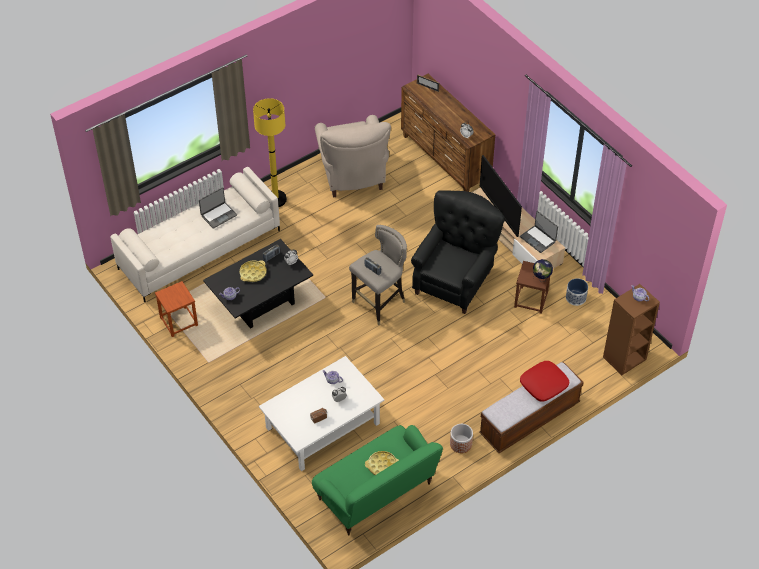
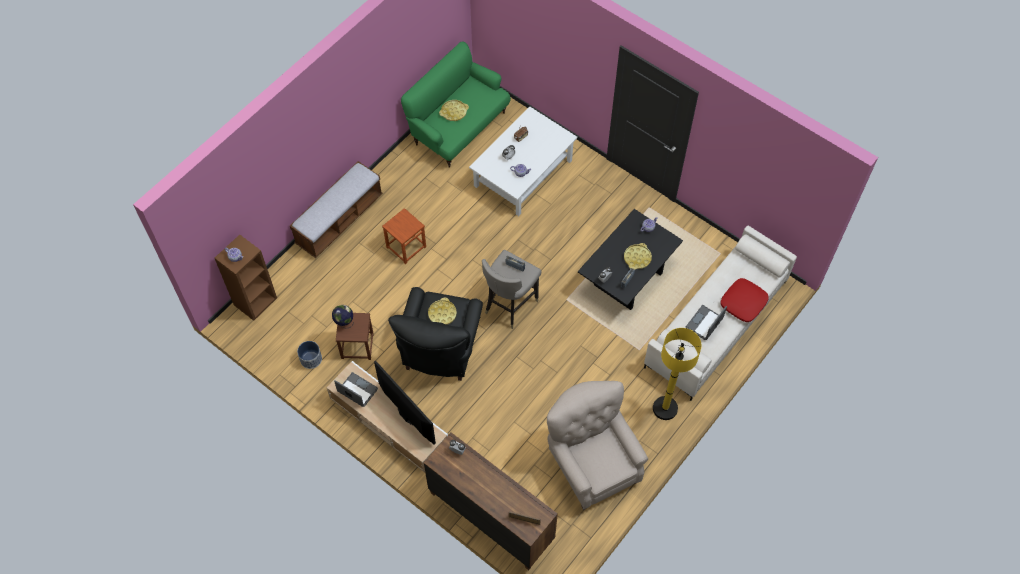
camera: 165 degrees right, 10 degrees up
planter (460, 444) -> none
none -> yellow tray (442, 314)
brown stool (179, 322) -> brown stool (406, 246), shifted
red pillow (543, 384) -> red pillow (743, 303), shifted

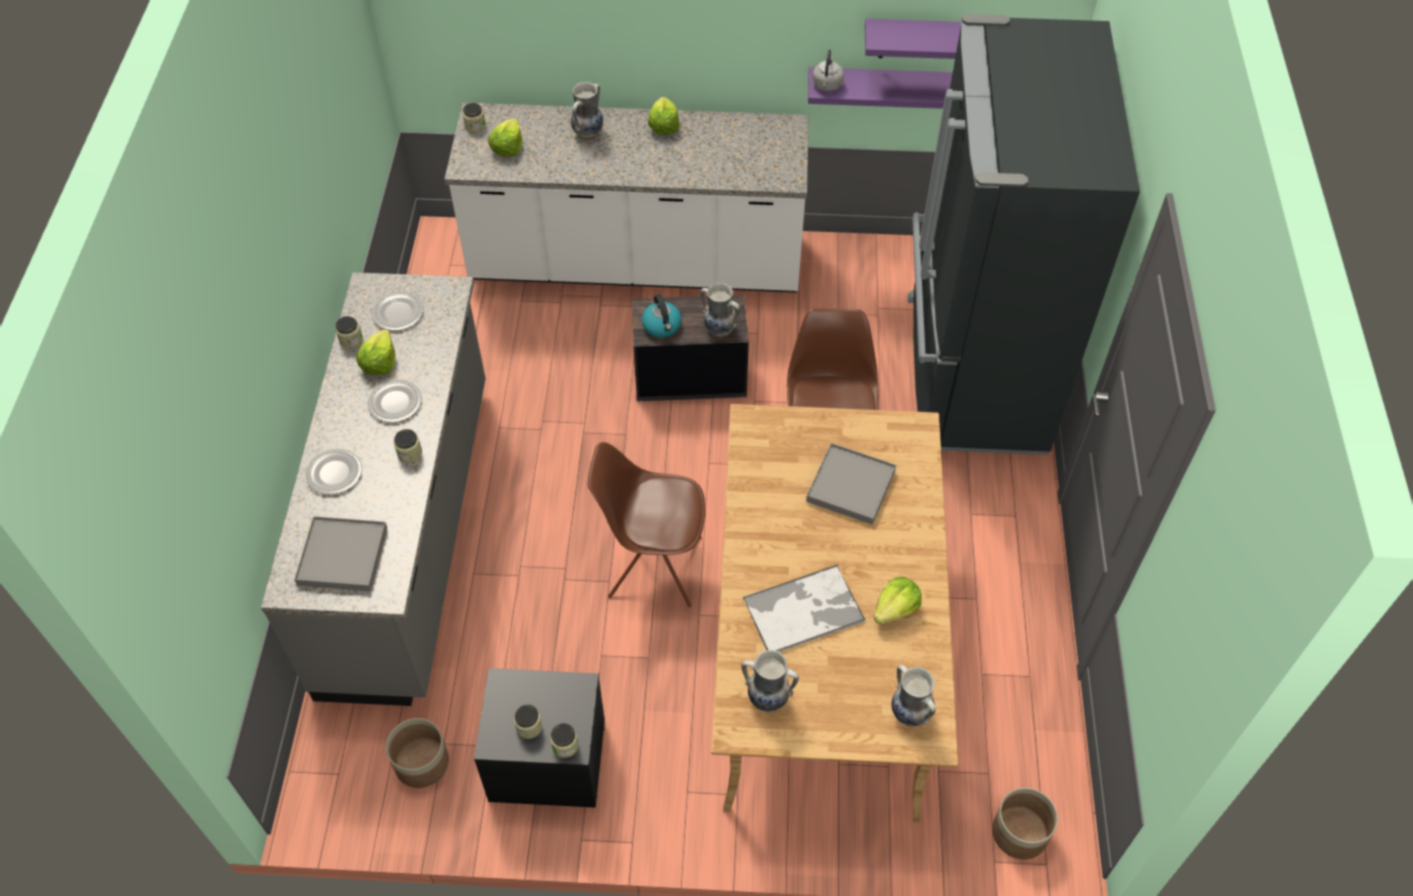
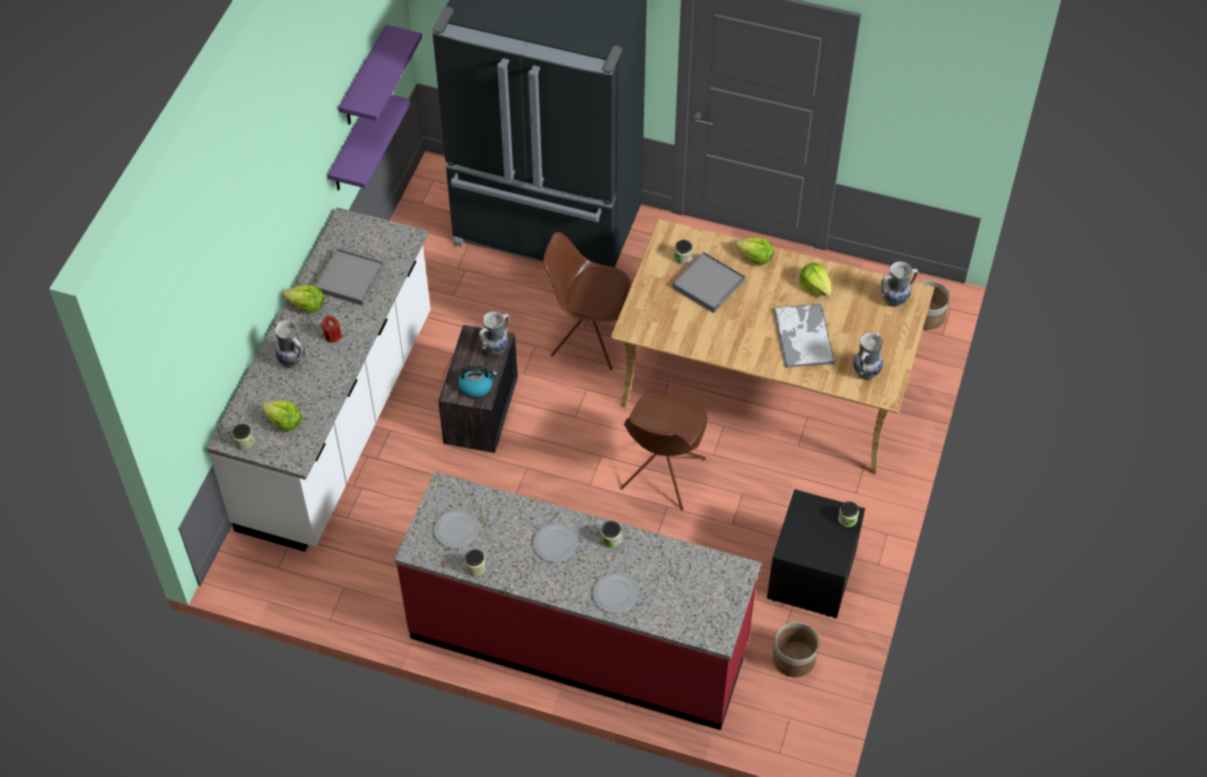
camera: 75 degrees left, 0 degrees up
grey kettle (827, 86) -> none
none -> red candle (332, 336)
grey tray (343, 556) -> grey tray (349, 279), shifted
lettuce (379, 362) -> lettuce (755, 257), shifted
jar (529, 727) -> jar (683, 258), shifted
grey counter (410, 534) -> red counter (579, 640)

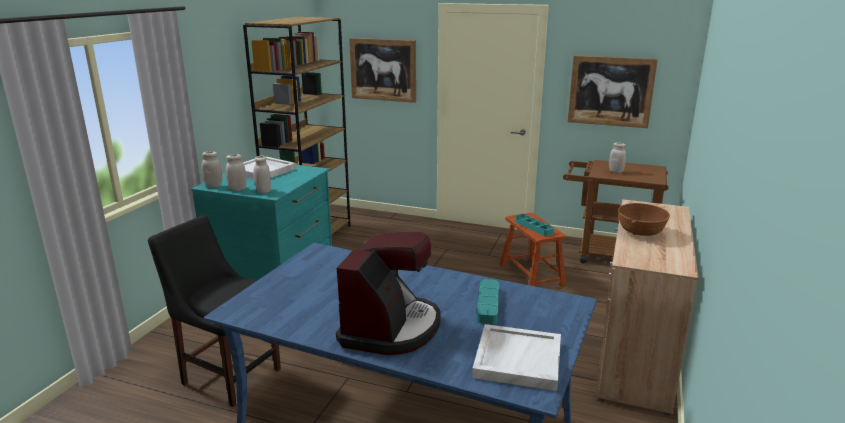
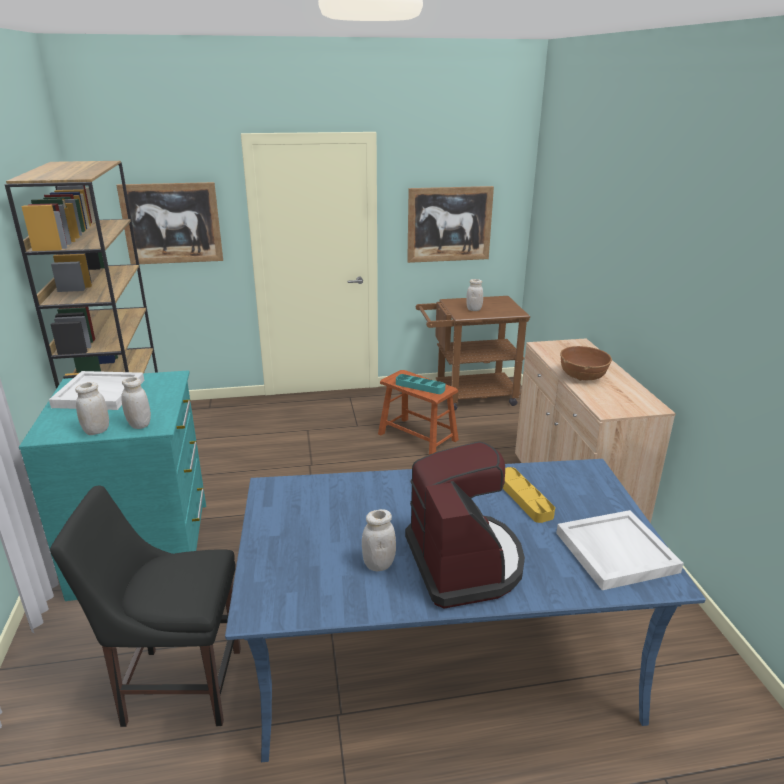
camera: 30 degrees left, 5 degrees up
white jar (213, 185) -> white jar (378, 564), shifted
turquoise tray (488, 304) -> yellow tray (523, 498)

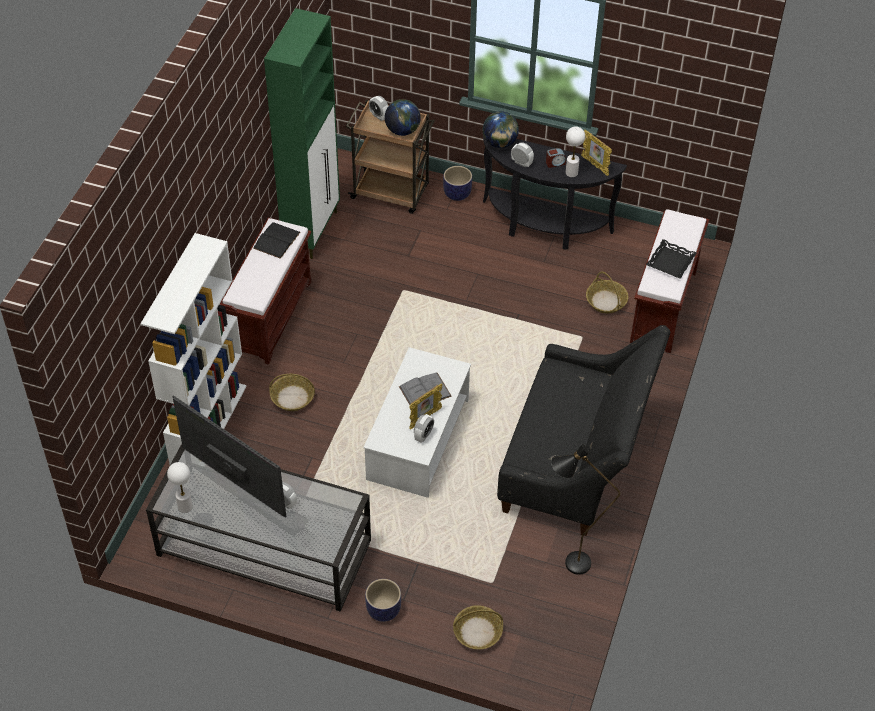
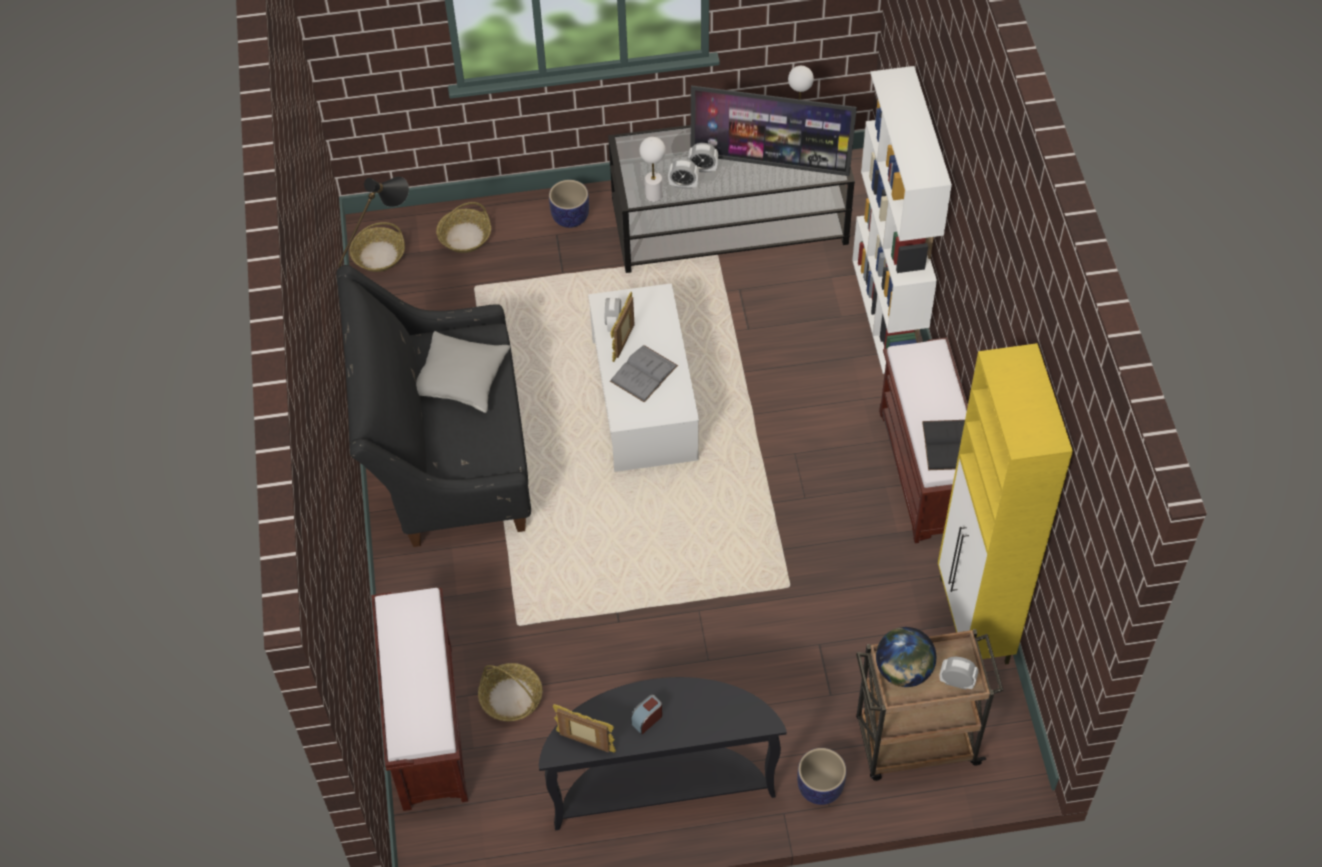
camera: 155 degrees right, 5 degrees up
globe (499, 143) -> none
black tray (670, 262) -> none
none -> grey pillow (461, 379)
basket (292, 398) -> basket (379, 255), shifted
alarm clock (521, 163) -> alarm clock (683, 185), shifted
white table lamp (571, 172) -> white table lamp (654, 195), shifted
green cabinet (312, 231) -> yellow cabinet (973, 622)

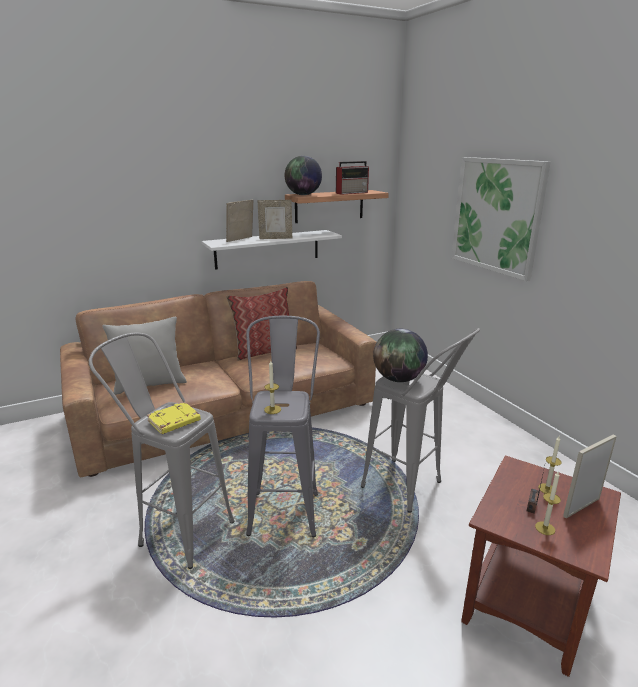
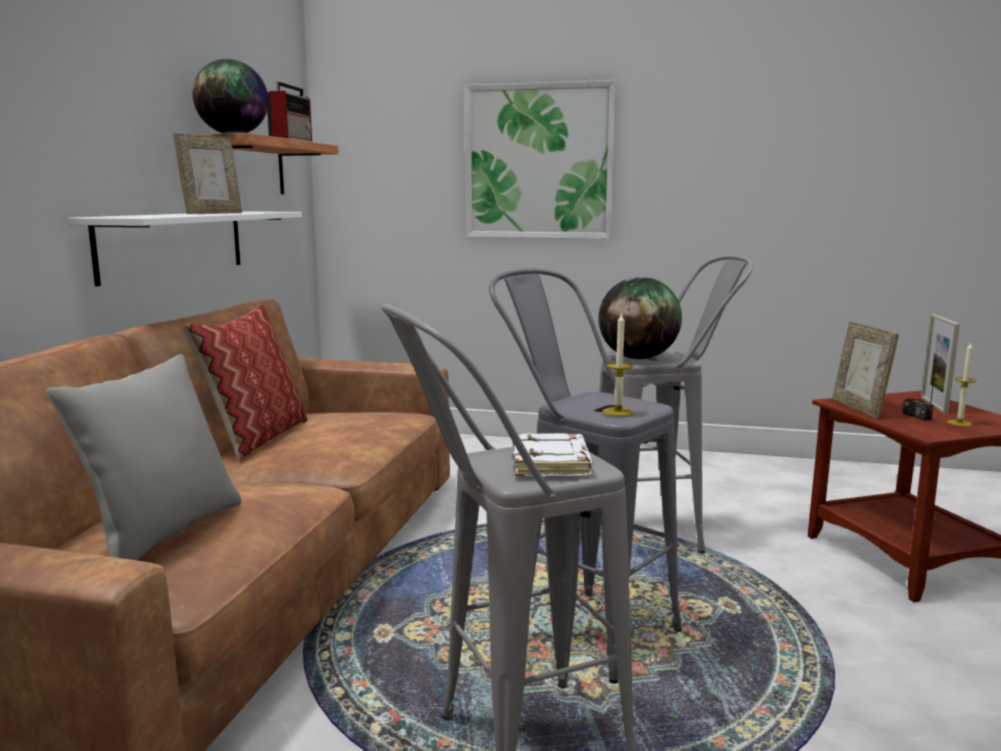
camera: 50 degrees left, 10 degrees down
candle (547, 489) -> none
picture frame (241, 239) -> picture frame (859, 408), shifted
yellow book (174, 422) -> white book (552, 463)

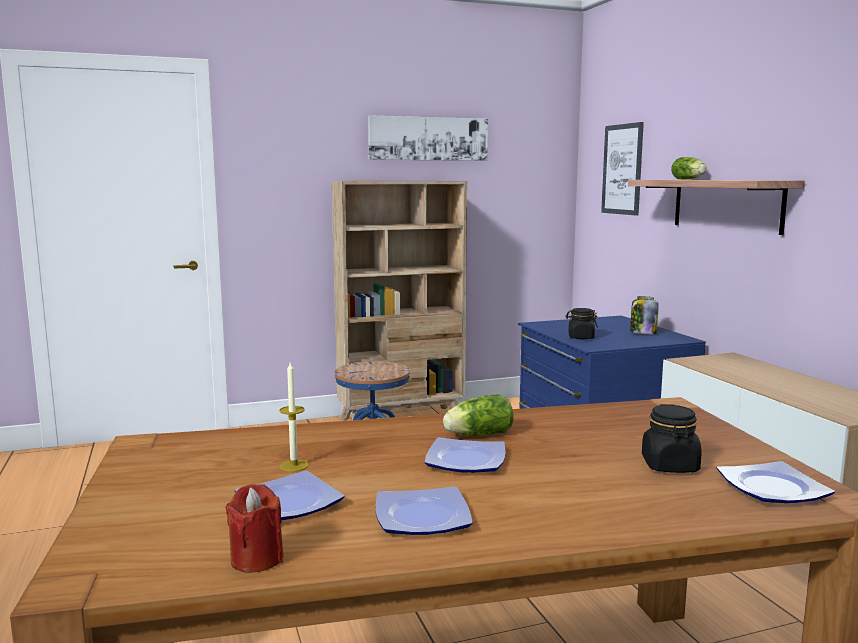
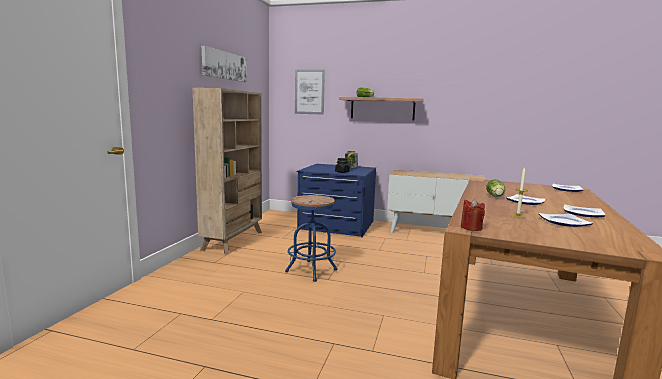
camera: 55 degrees left, 0 degrees up
black jar (670, 466) -> none
red candle (257, 559) -> red candle (471, 228), shifted

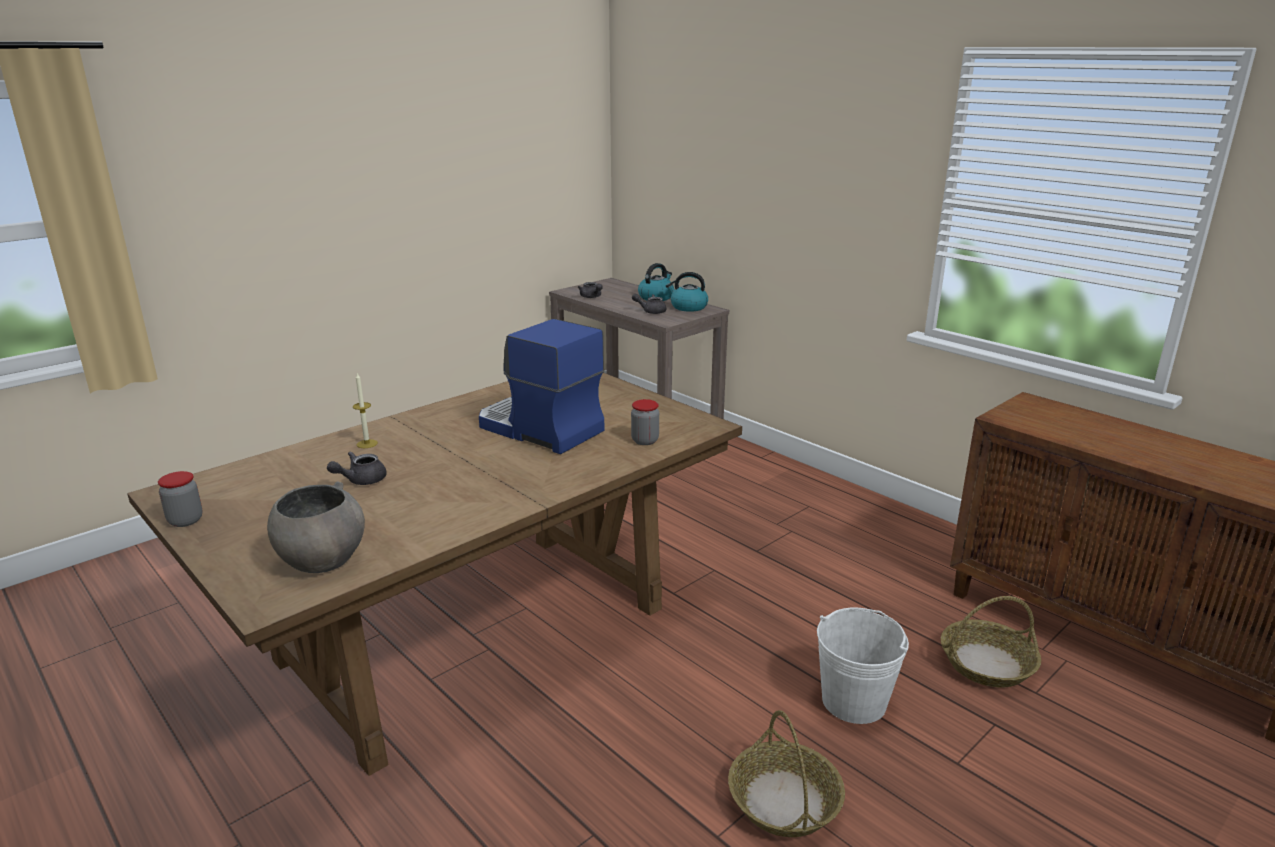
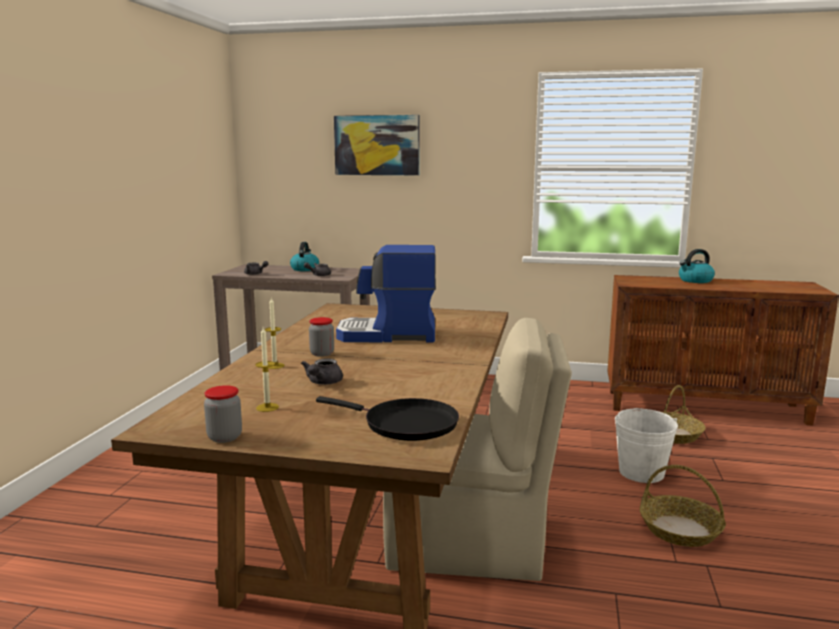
camera: 35 degrees left, 10 degrees down
none -> candle (267, 407)
none -> picture (377, 145)
none -> beige chair (471, 544)
jar (645, 441) -> jar (322, 354), shifted
kettle (688, 307) -> kettle (695, 280), shifted
grey bowl (322, 561) -> black frying pan (405, 424)

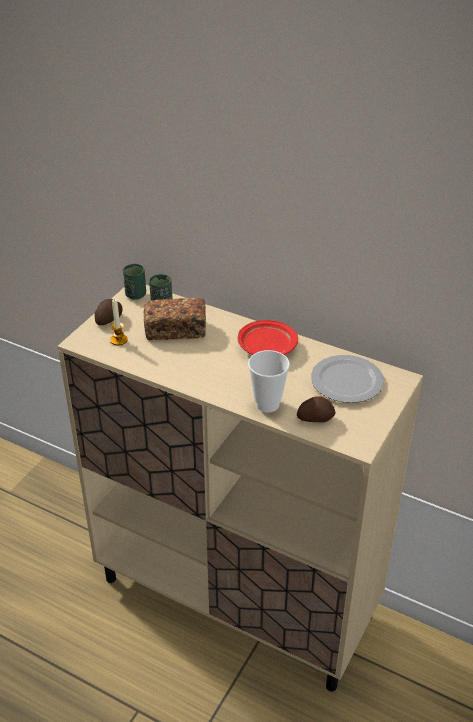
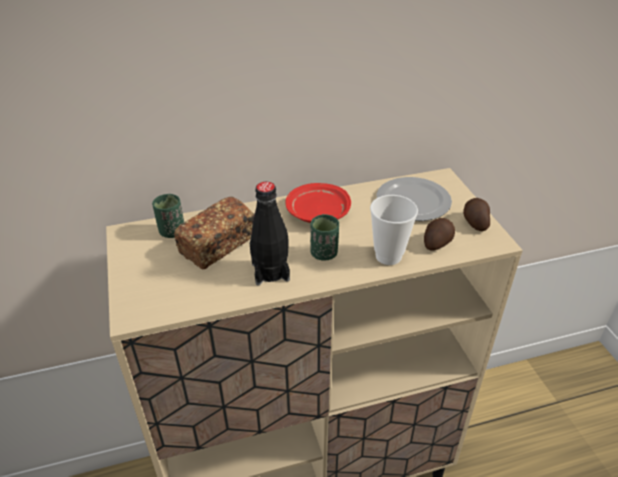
camera: 45 degrees left, 0 degrees up
candle (119, 340) -> none
none -> black bottle (270, 271)
potato (108, 319) -> potato (474, 222), shifted
green cup (135, 295) -> green cup (324, 253), shifted

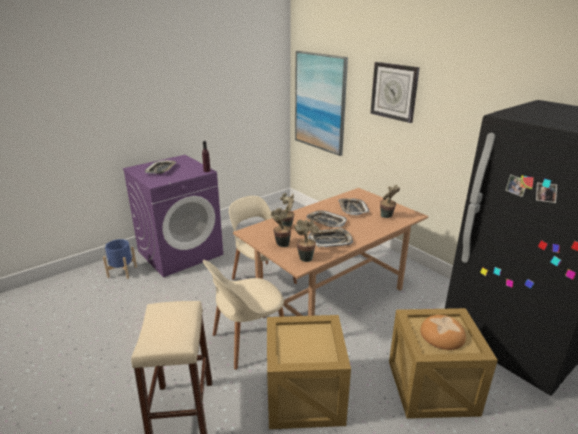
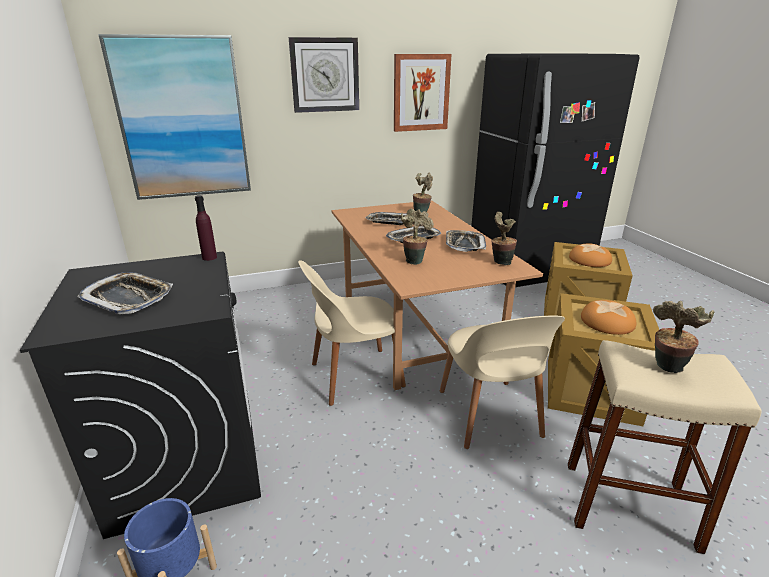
camera: 70 degrees left, 0 degrees up
none -> picture (421, 93)
none -> bread (607, 322)
potted plant (281, 244) -> potted plant (666, 368), shifted
purple washing machine (180, 252) -> black washing machine (186, 460)

